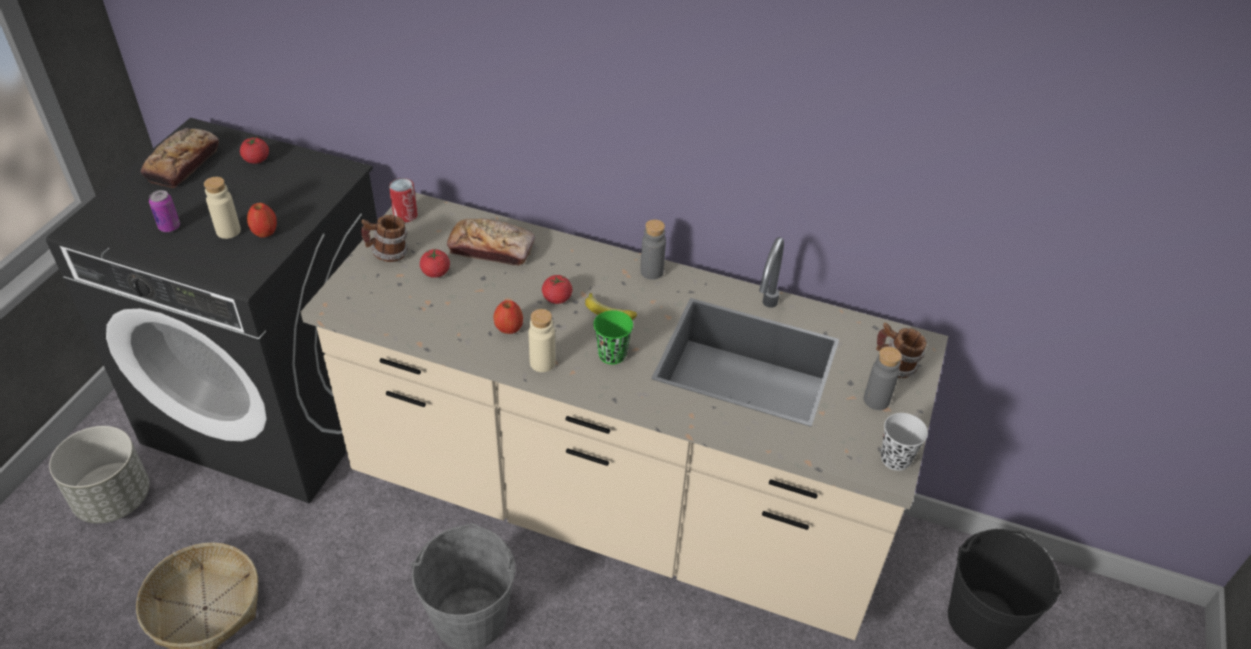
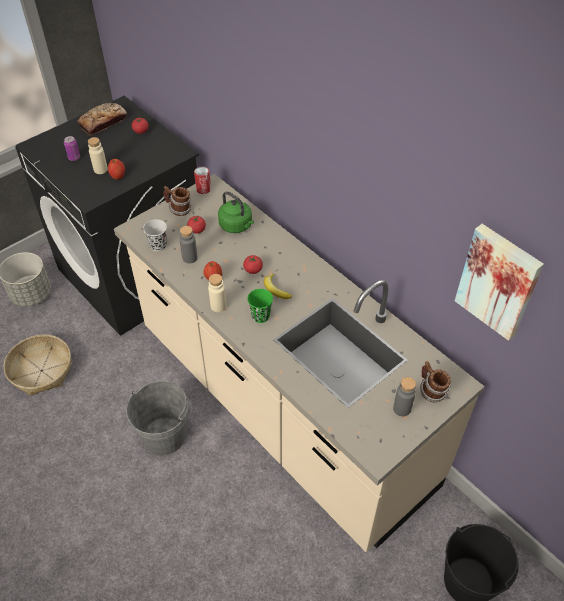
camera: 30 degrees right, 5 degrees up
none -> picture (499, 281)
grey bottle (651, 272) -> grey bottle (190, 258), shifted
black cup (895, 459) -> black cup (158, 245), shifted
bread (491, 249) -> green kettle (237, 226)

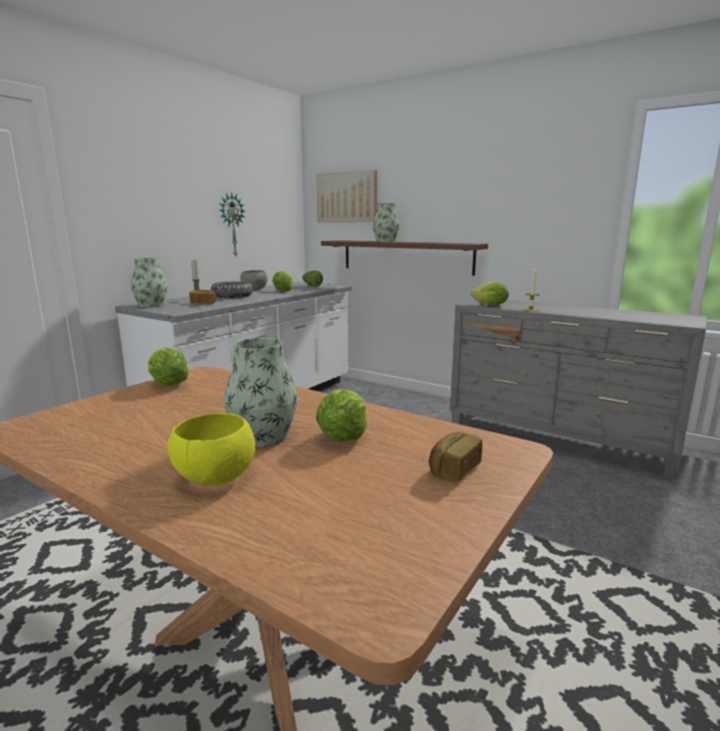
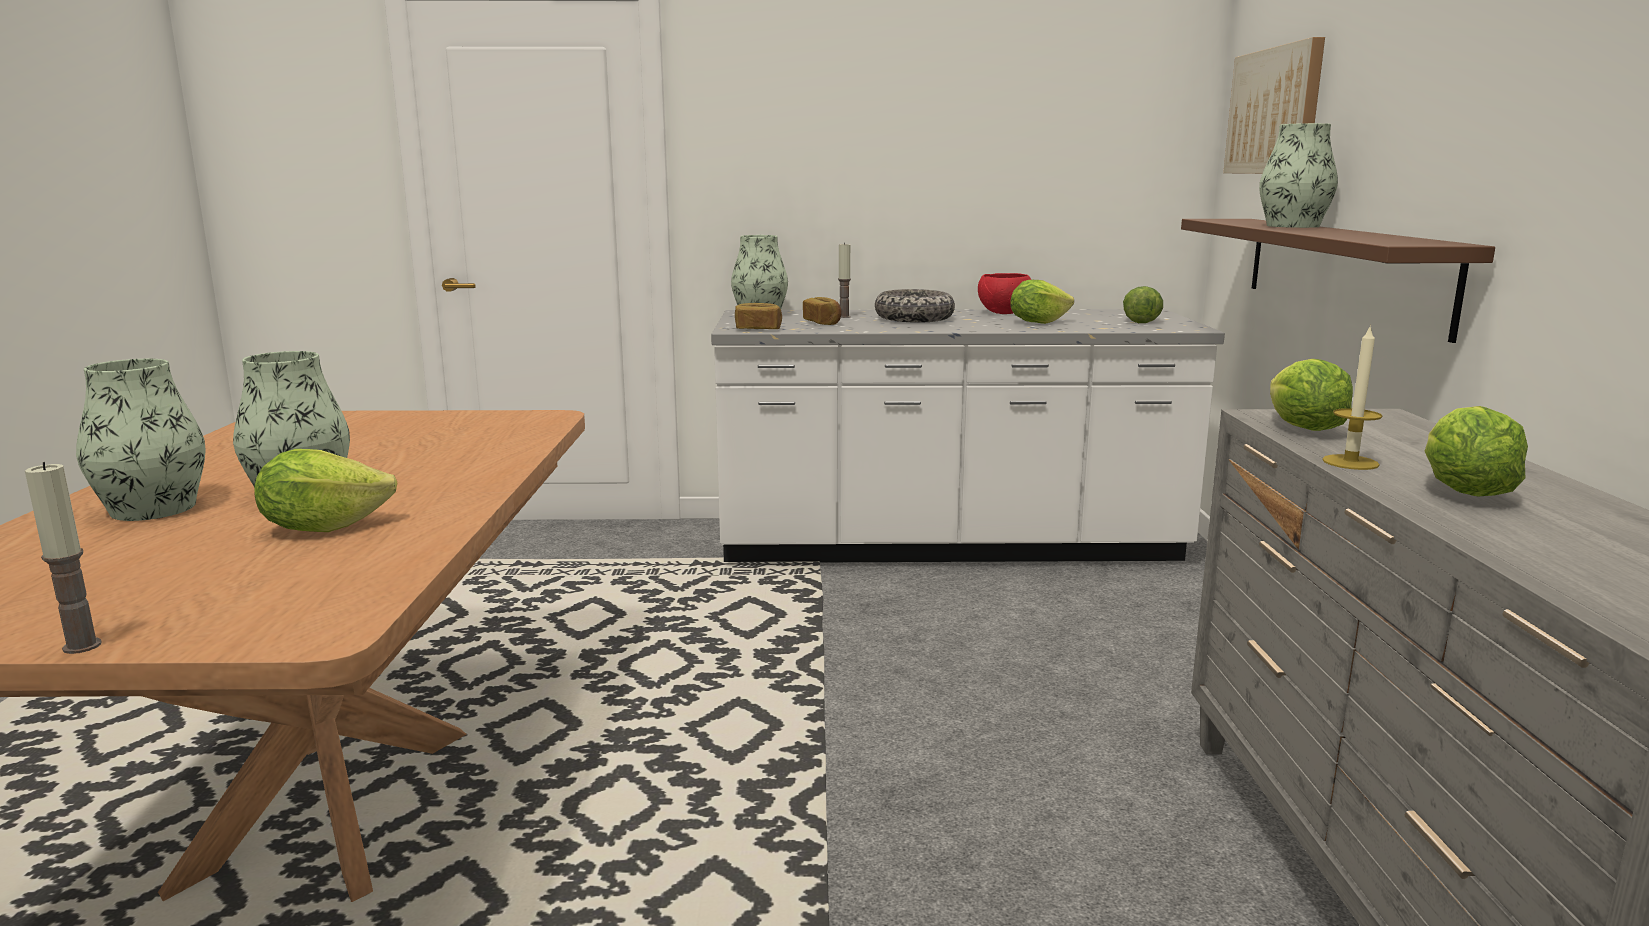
camera: 55 degrees right, 0 degrees up
wall clock (231, 225) -> none
none -> candle (82, 646)
lettuce (168, 384) -> lettuce (1463, 492), shifted
bread (453, 470) -> bread (758, 329), shifted
yellow bowl (216, 478) -> vase (153, 509)
grey bowl (255, 289) -> red bowl (1004, 313)

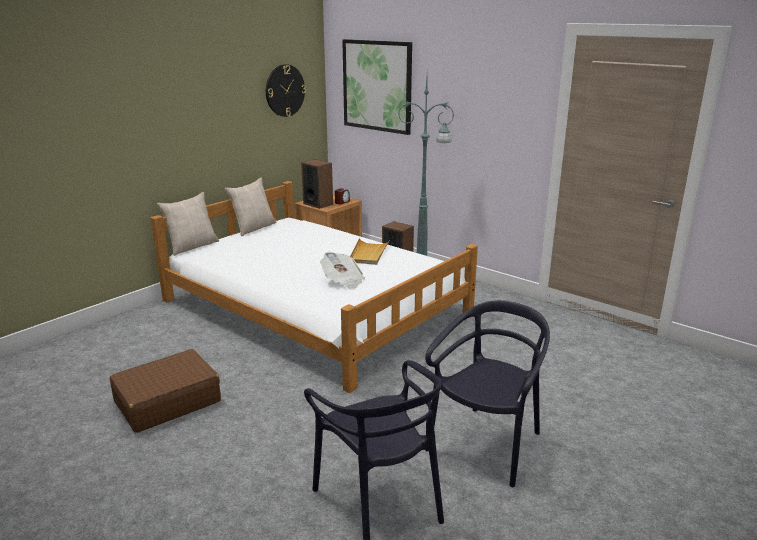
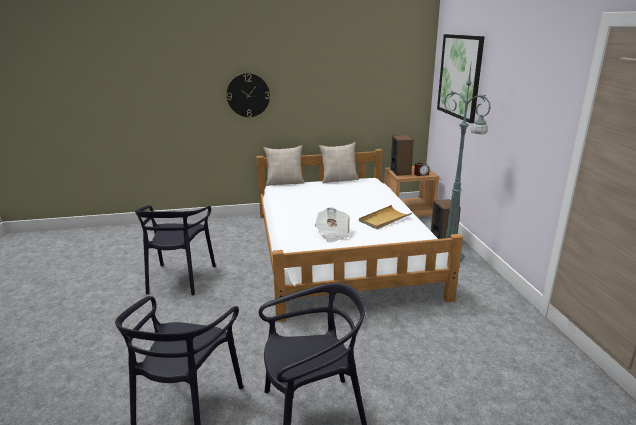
camera: 40 degrees right, 0 degrees up
wall clock (285, 90) -> wall clock (248, 95), shifted
brown suitcase (167, 402) -> black chair (180, 278)

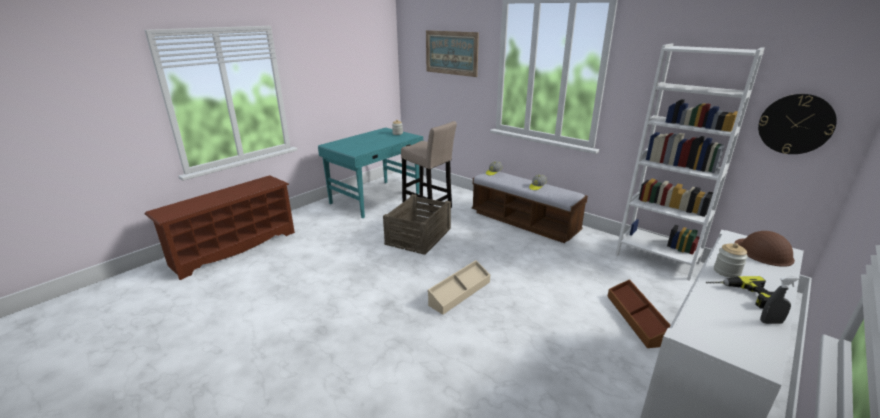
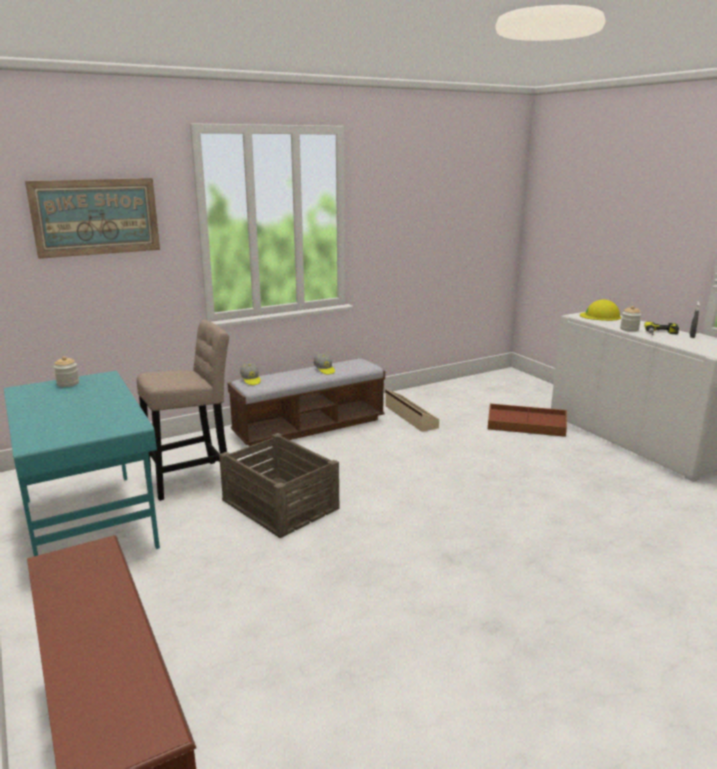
camera: 70 degrees left, 5 degrees down
white bookcase (656, 259) -> none
wall clock (795, 124) -> none
beige storage box (459, 293) -> beige storage box (410, 416), shifted
brown hard hat (763, 252) -> yellow hard hat (600, 316)

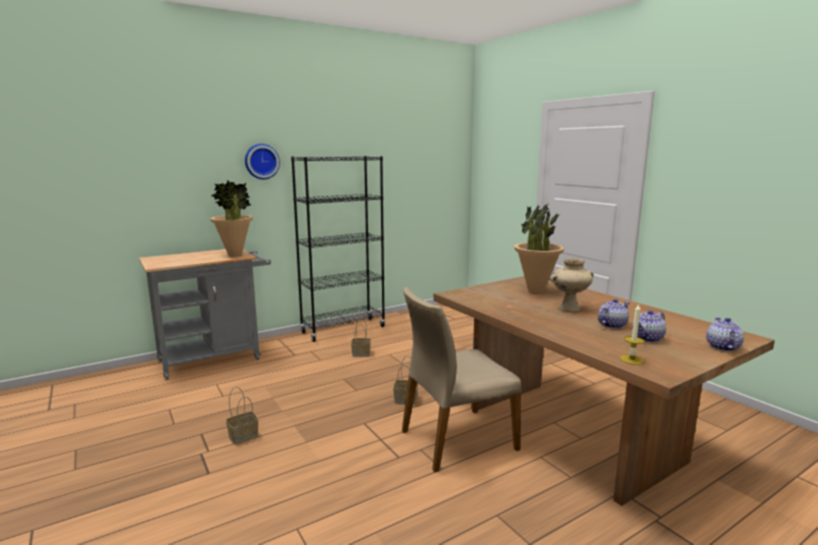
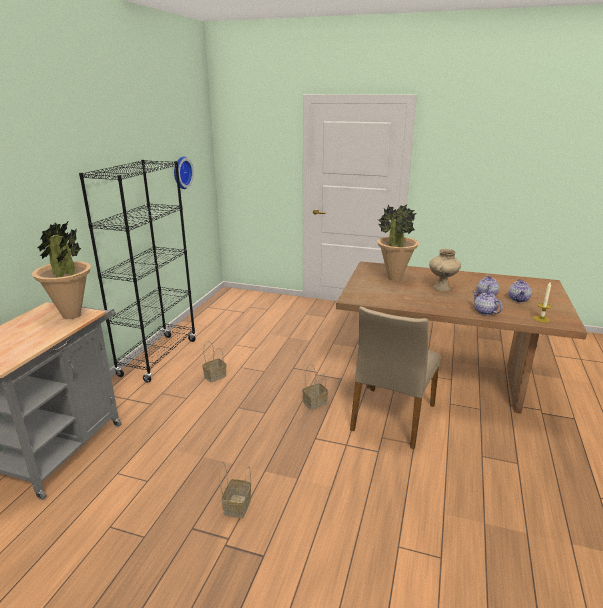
camera: 40 degrees left, 10 degrees up
wall clock (261, 161) -> wall clock (181, 172), shifted
teapot (722, 347) -> teapot (484, 312), shifted

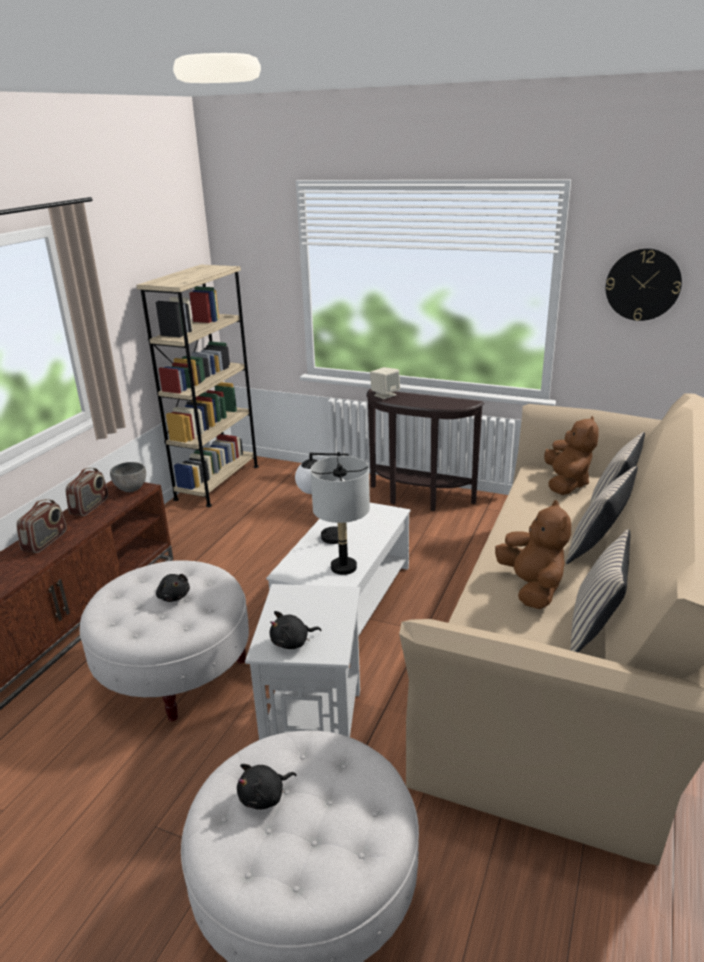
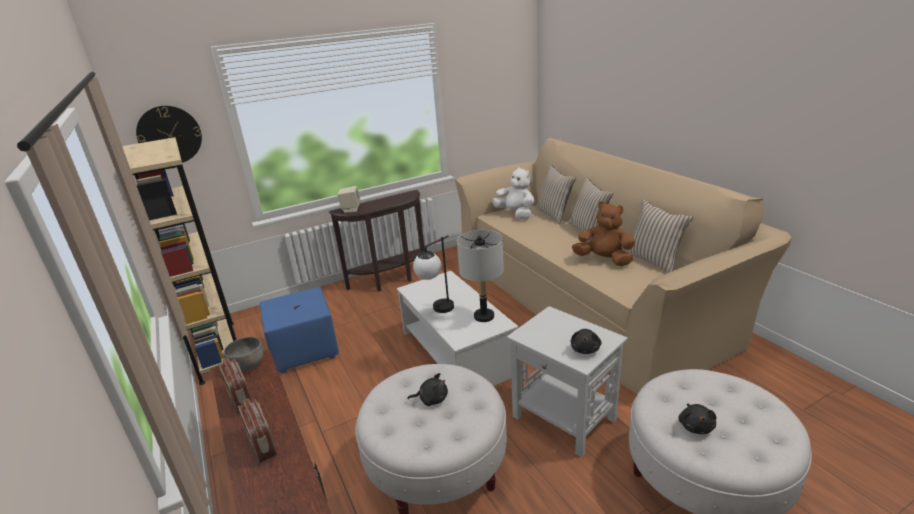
camera: 50 degrees left, 0 degrees up
none -> blue ottoman (304, 350)
wall clock (643, 284) -> wall clock (169, 135), shifted
brown plush toy (566, 483) -> white plush toy (515, 214)

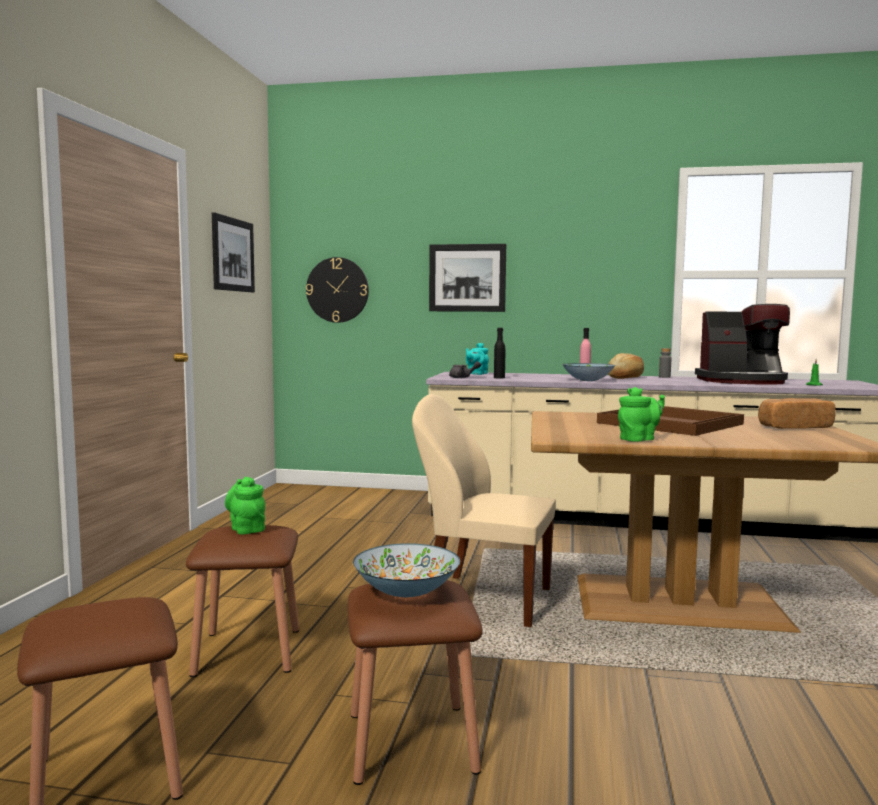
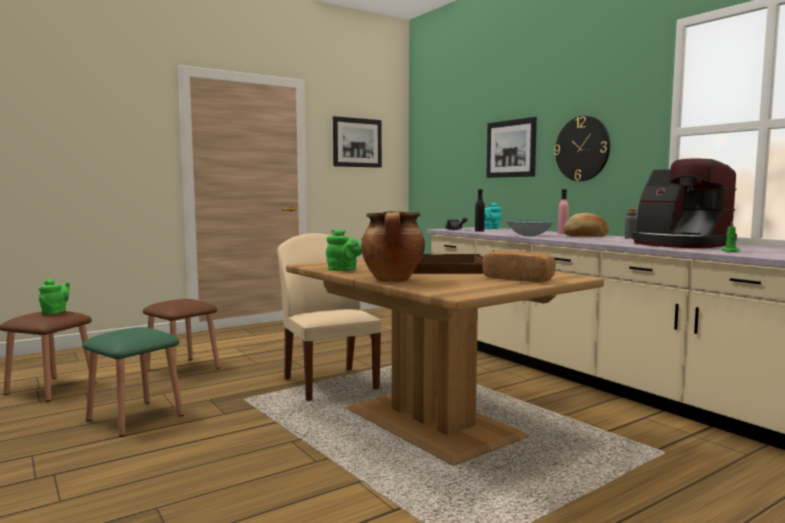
camera: 45 degrees right, 0 degrees up
bowl (407, 592) -> none
none -> cooking pot (393, 280)
green teapot (246, 529) -> green teapot (55, 312), shifted
wall clock (337, 290) -> wall clock (582, 148), shifted
brown stool (411, 741) -> green stool (135, 417)

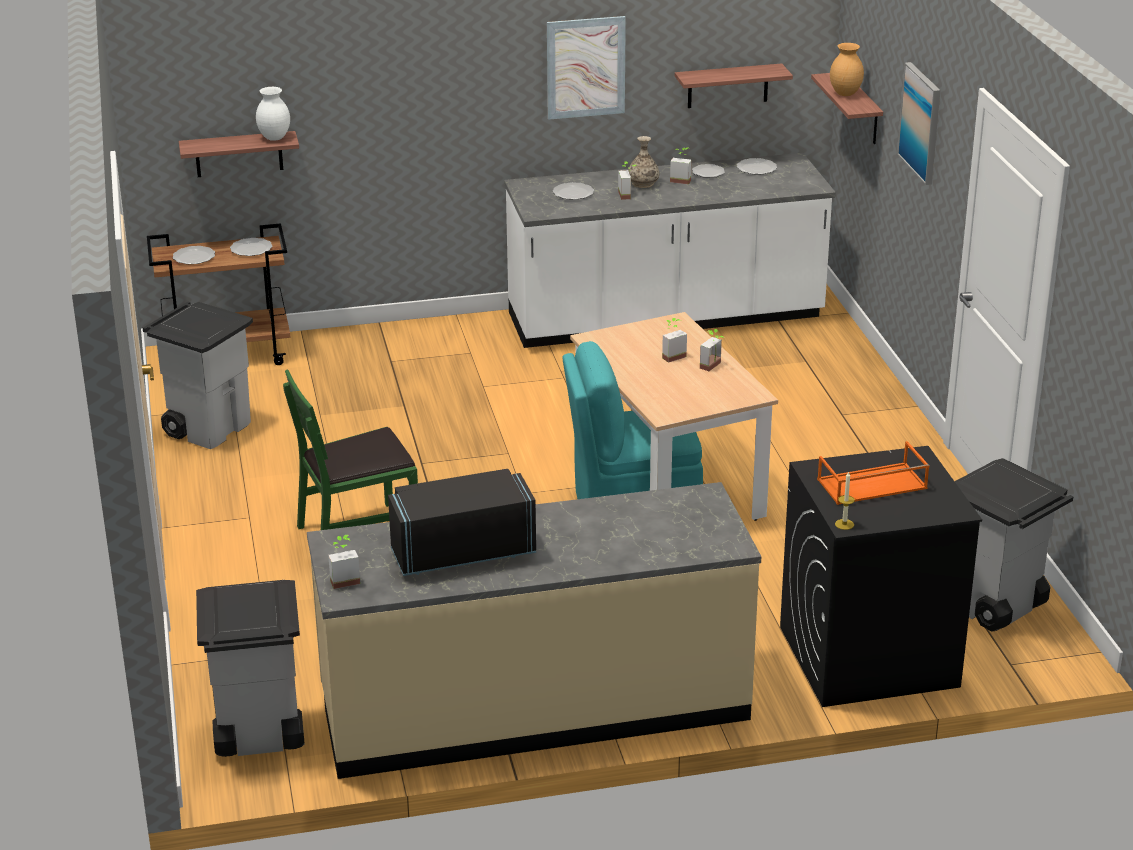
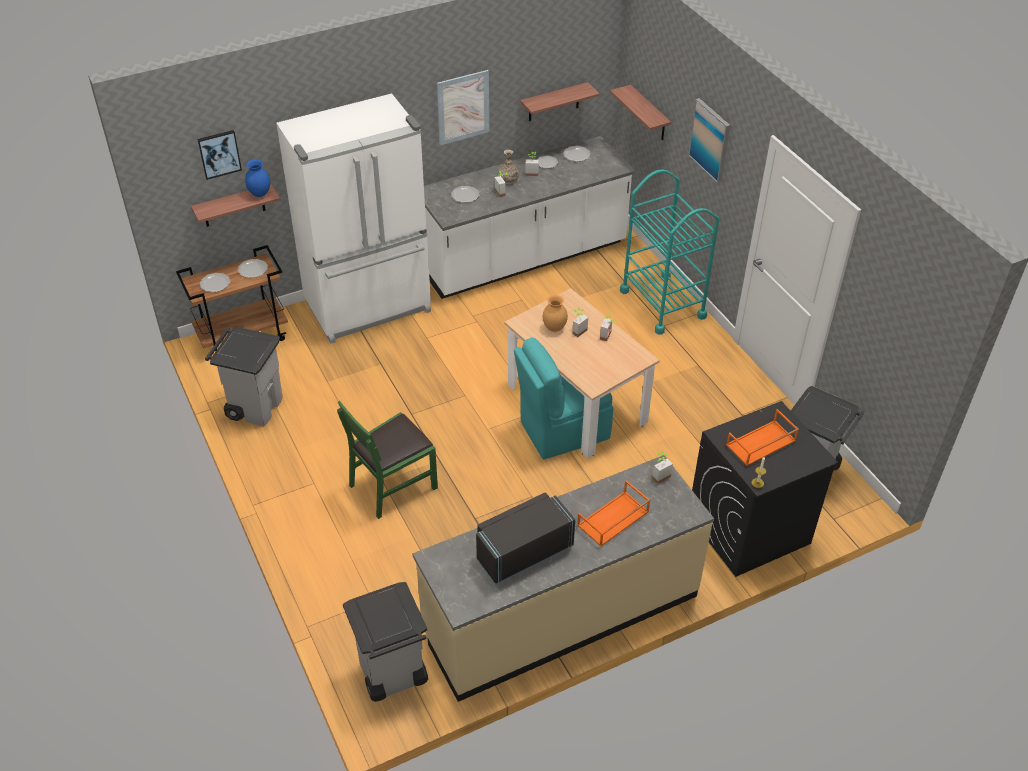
camera: 15 degrees left, 15 degrees up
none -> picture (219, 154)
none -> white fridge (369, 308)
none -> orange tray (613, 519)
none -> turquoise cart (662, 304)
potted plant (343, 579) -> potted plant (659, 475), shifted
brown vase (846, 94) -> brown vase (555, 328), shifted
white vase (274, 138) -> blue vase (259, 194)

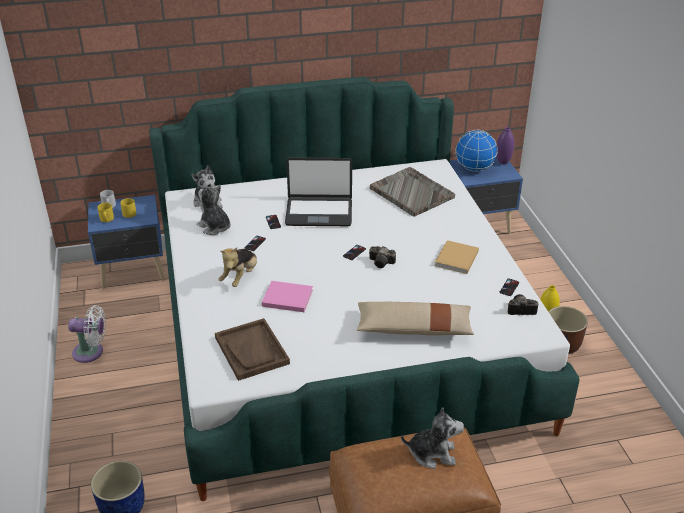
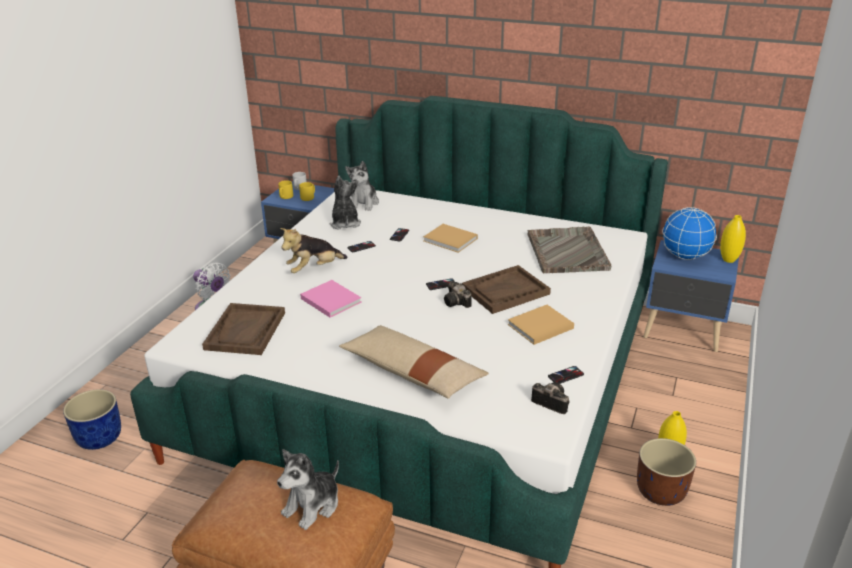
camera: 35 degrees right, 5 degrees down
none -> brown tray (505, 291)
laptop (319, 212) -> beige book (451, 240)
purple vase (503, 162) -> yellow vase (728, 260)
plush toy (432, 453) -> plush toy (313, 506), 90 degrees clockwise

